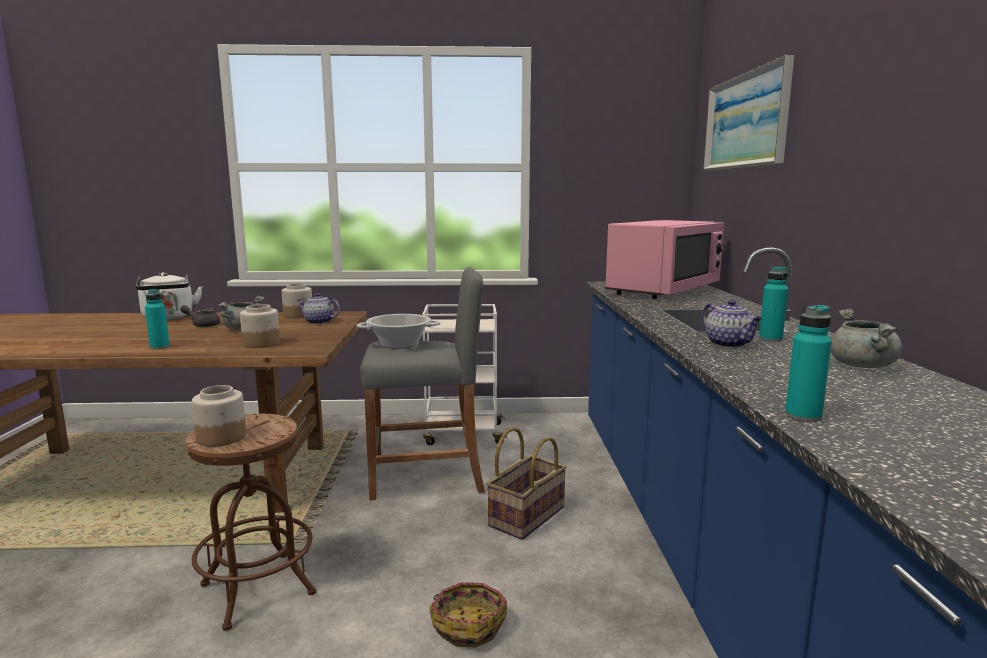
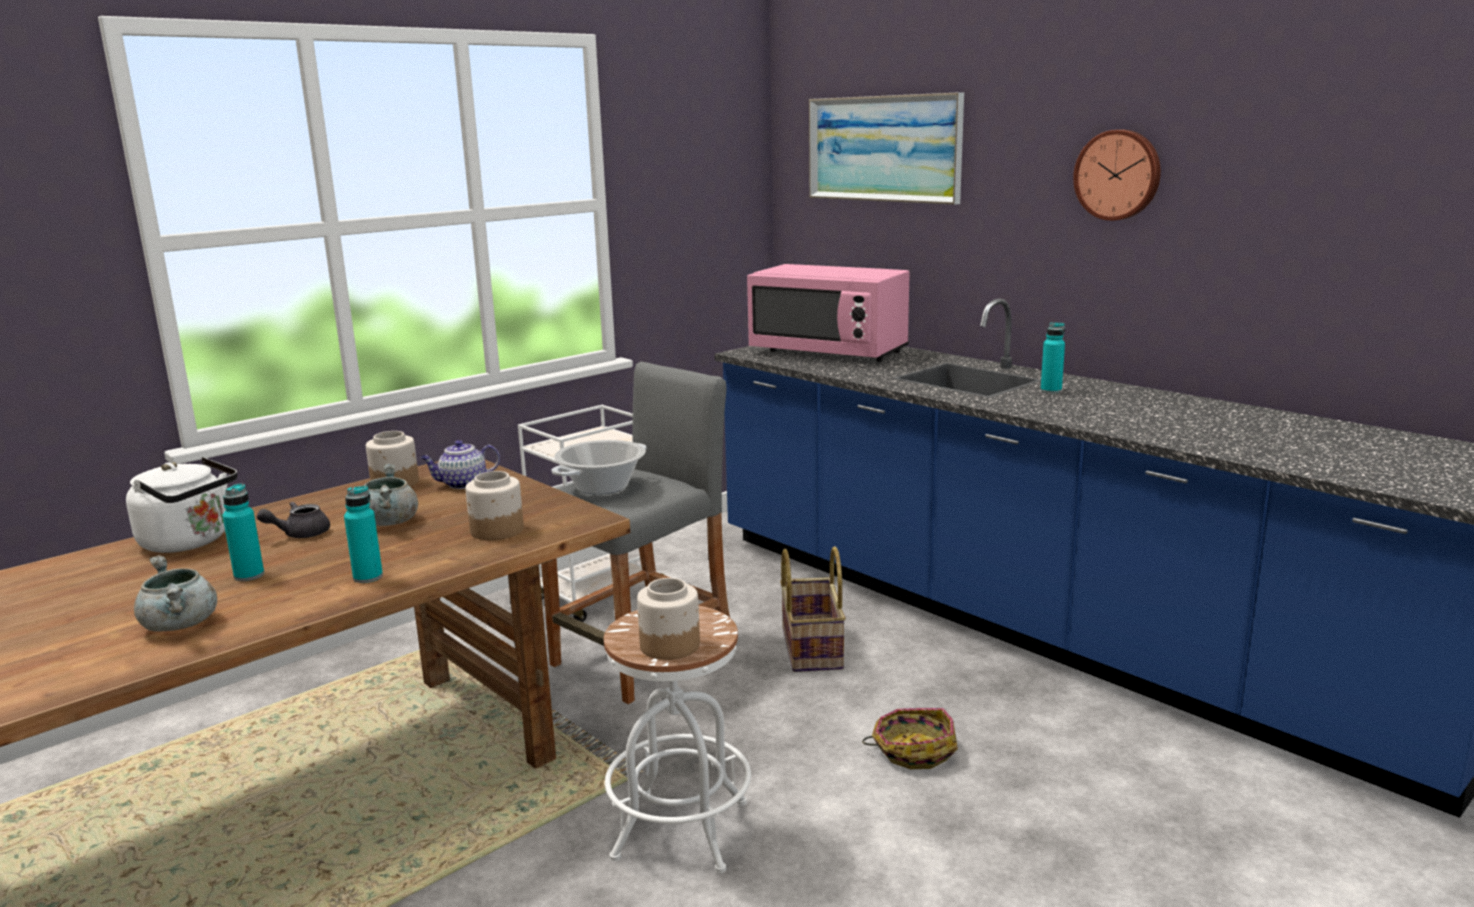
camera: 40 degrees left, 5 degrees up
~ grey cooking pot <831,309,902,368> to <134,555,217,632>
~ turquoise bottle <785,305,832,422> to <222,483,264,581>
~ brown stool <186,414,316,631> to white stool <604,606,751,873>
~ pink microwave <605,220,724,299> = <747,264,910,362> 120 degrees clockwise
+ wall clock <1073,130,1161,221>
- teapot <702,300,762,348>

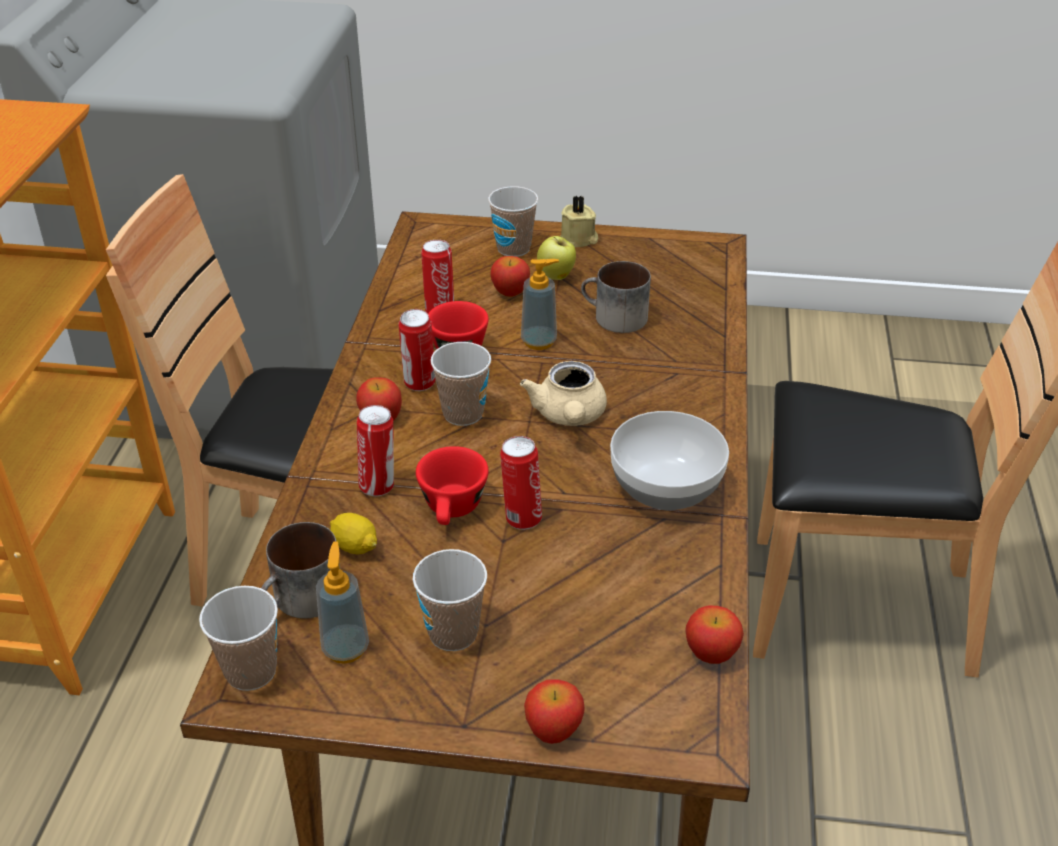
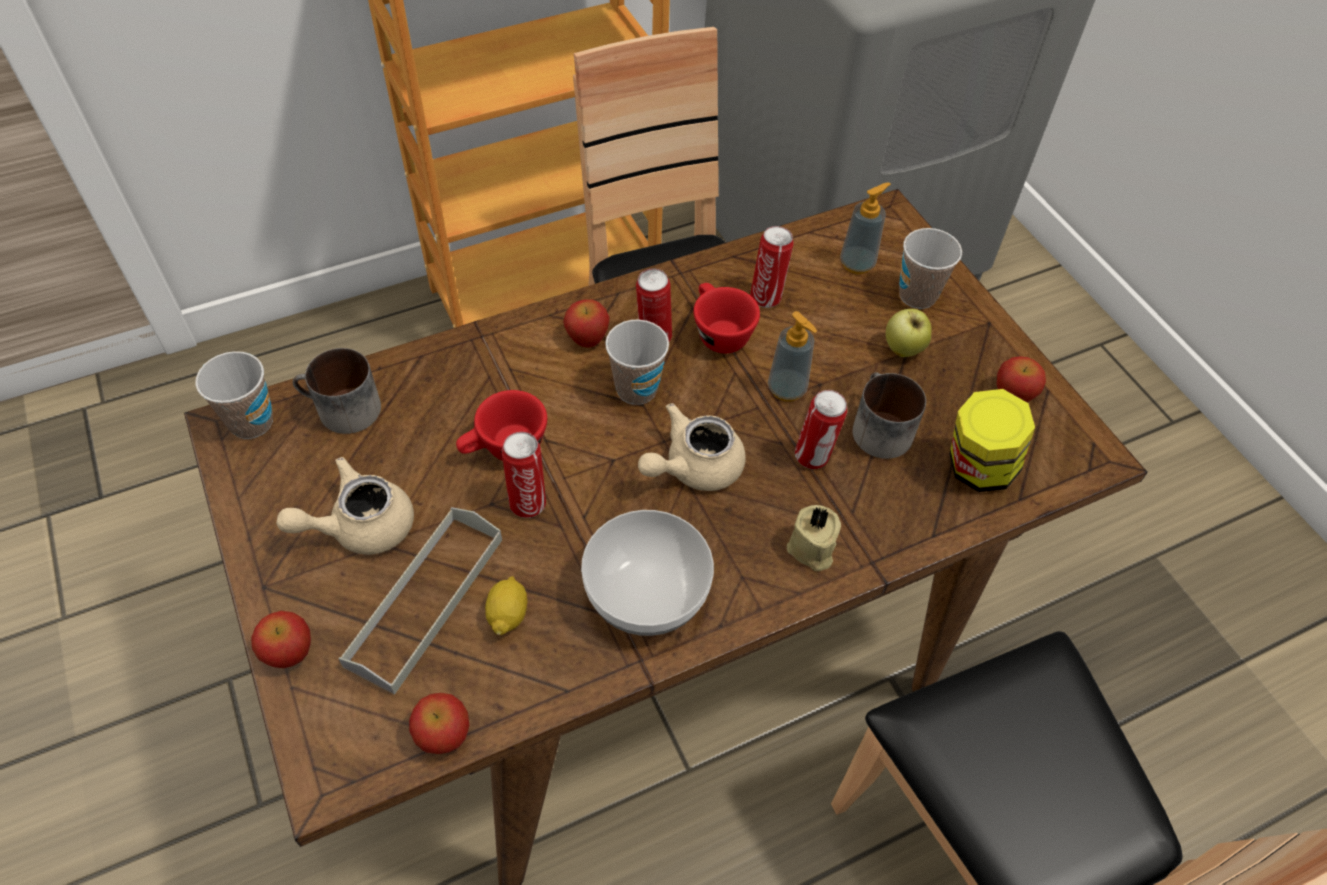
camera: 55 degrees right, 15 degrees up
~ cup <413,549,487,651> to beige teapot <276,457,414,555>
+ grey tray <338,507,502,695>
~ lemon <330,513,377,555> to <485,576,528,635>
~ beige candle <560,195,598,247> to <787,505,841,571>
~ can <357,405,394,496> to <795,390,847,469>
~ soap dispenser <316,542,369,664> to <840,182,891,274>
+ jar <950,389,1035,492>
~ apple <491,256,530,297> to <997,356,1046,402>

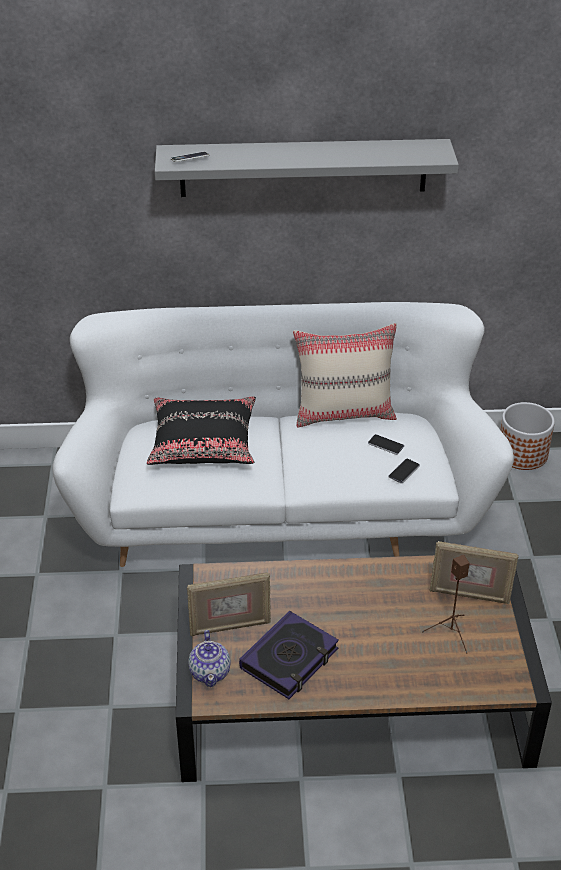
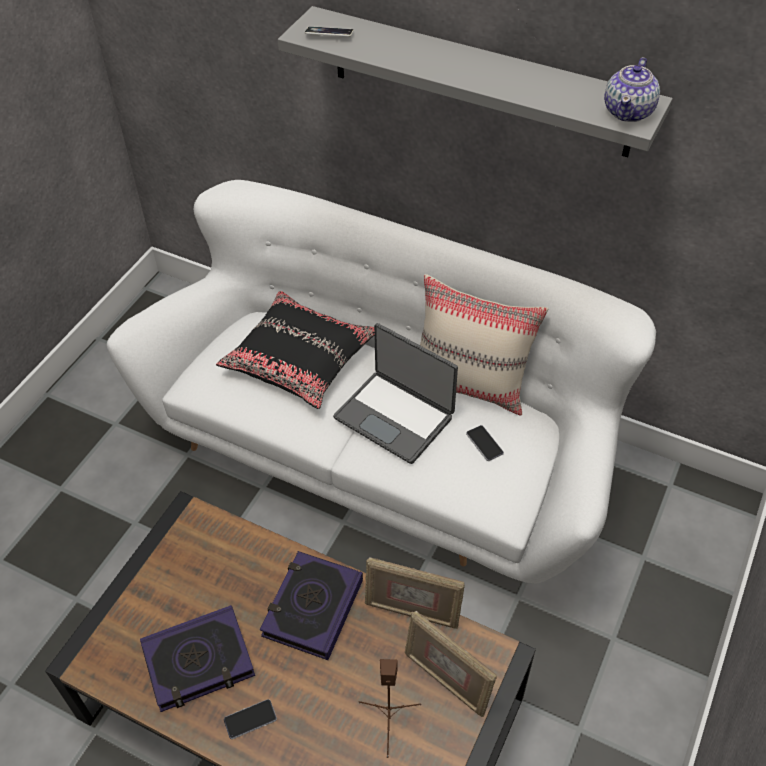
camera: 30 degrees right, 10 degrees up
~ phone <388,459,420,483> to <224,699,277,739>
+ book <260,551,363,660>
+ laptop <333,323,458,464>
~ picture frame <187,573,271,636> to <365,557,465,629>
~ teapot <188,630,231,687> to <604,57,660,122>
- planter <500,402,555,470>

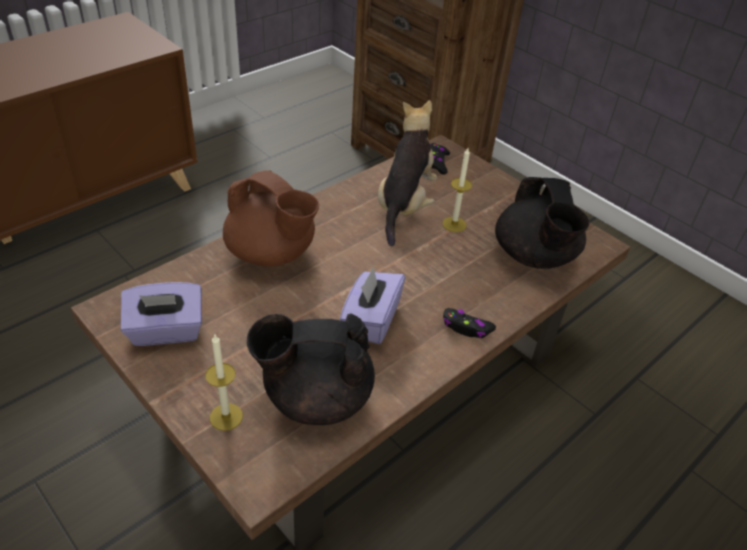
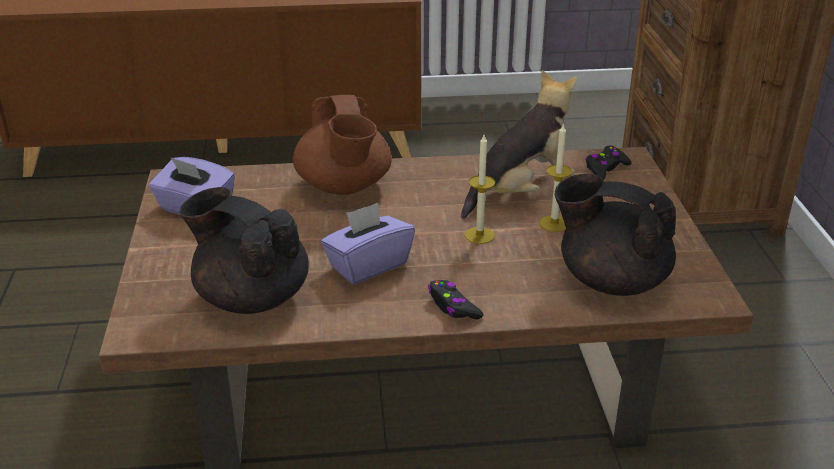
camera: 40 degrees right, 10 degrees down
~ candle <205,335,243,431> to <465,135,495,244>
~ black teapot <495,177,589,269> = <554,174,676,296> 90 degrees clockwise

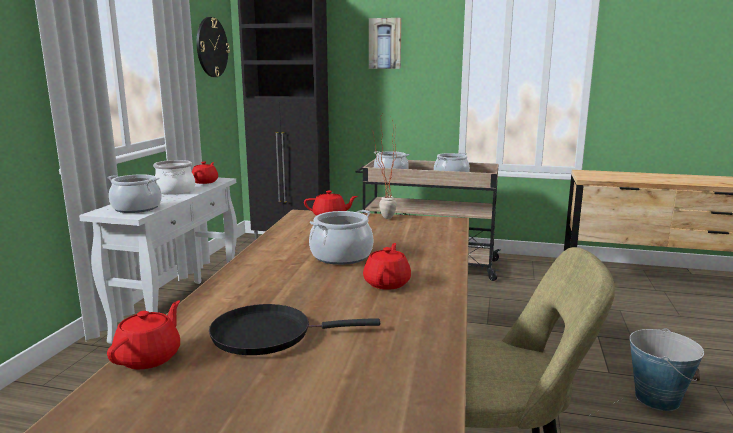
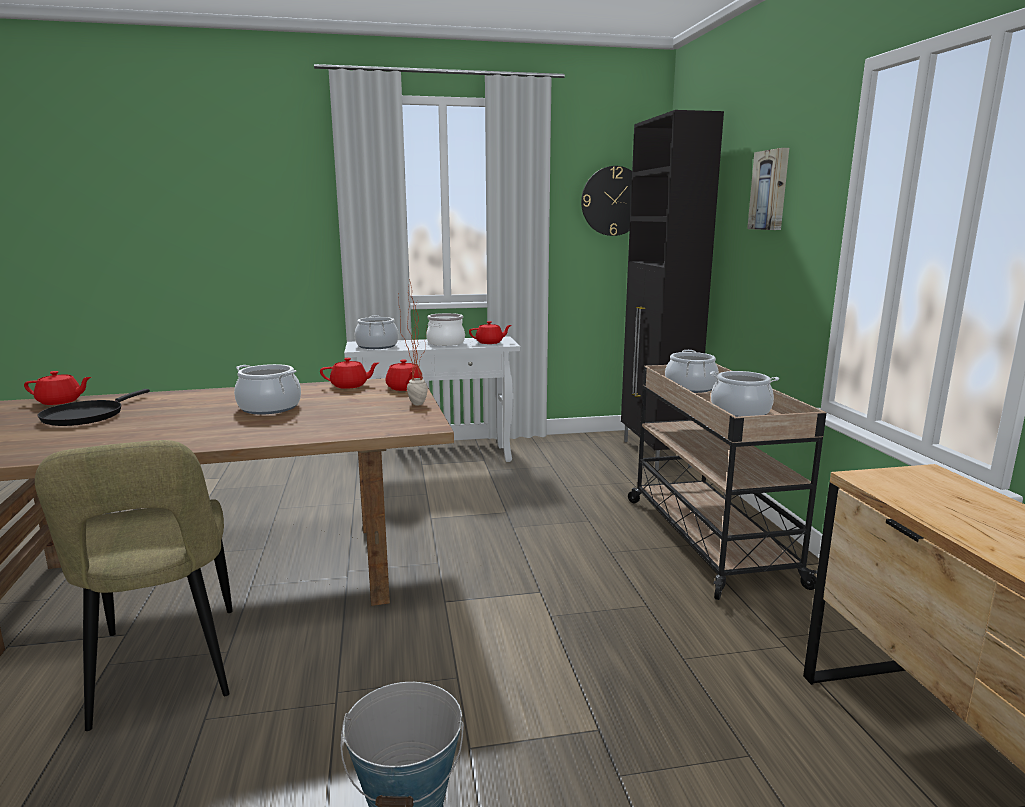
camera: 65 degrees right, 0 degrees up
~ black frying pan <209,304,380,355> = <37,389,150,426> 135 degrees counterclockwise
~ red teapot <363,243,411,290> to <320,358,379,389>

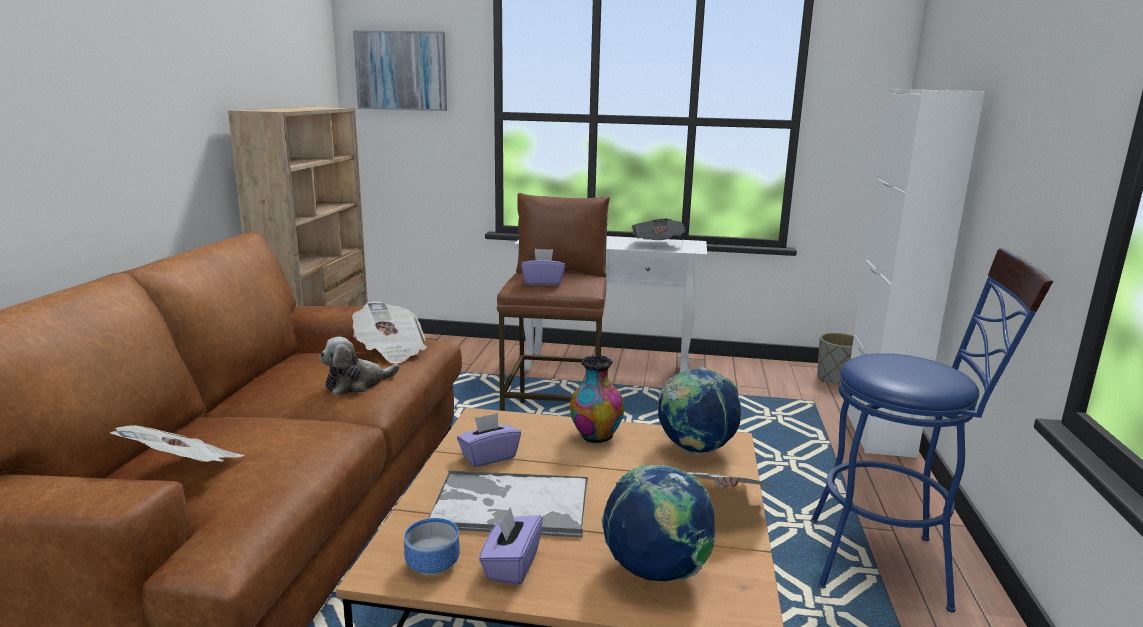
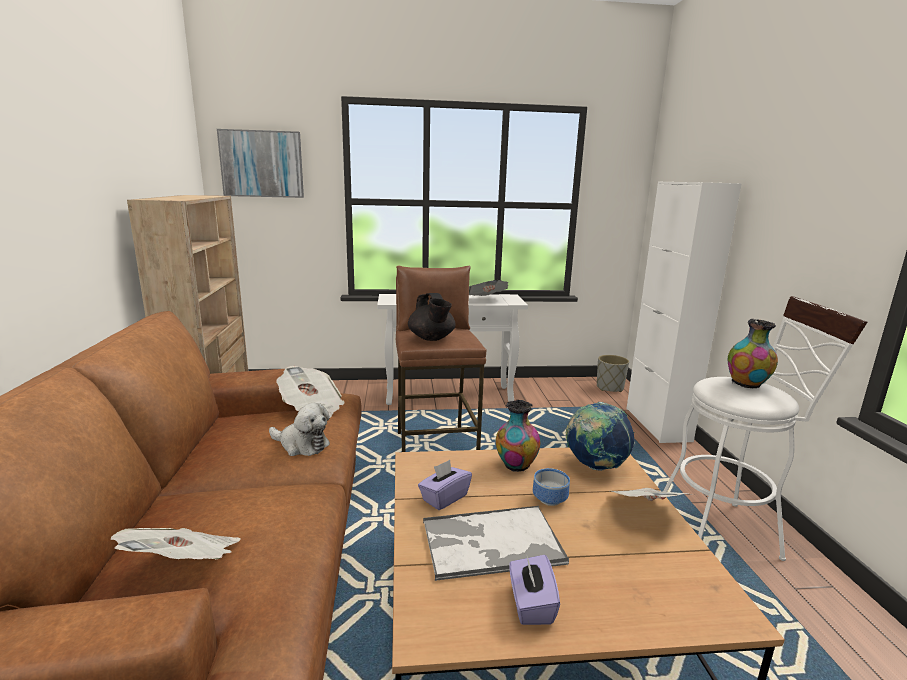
camera: 15 degrees left, 0 degrees up
~ plush toy <319,337,399,395> = <269,403,330,456> 105 degrees counterclockwise
~ purple tissue box <521,249,565,285> to black teapot <408,293,455,341>
~ bowl <404,518,460,576> to <533,468,570,506>
~ blue stool <811,248,1053,613> to white stool <663,296,867,561>
+ vase <728,319,778,388>
- globe <602,465,715,581>

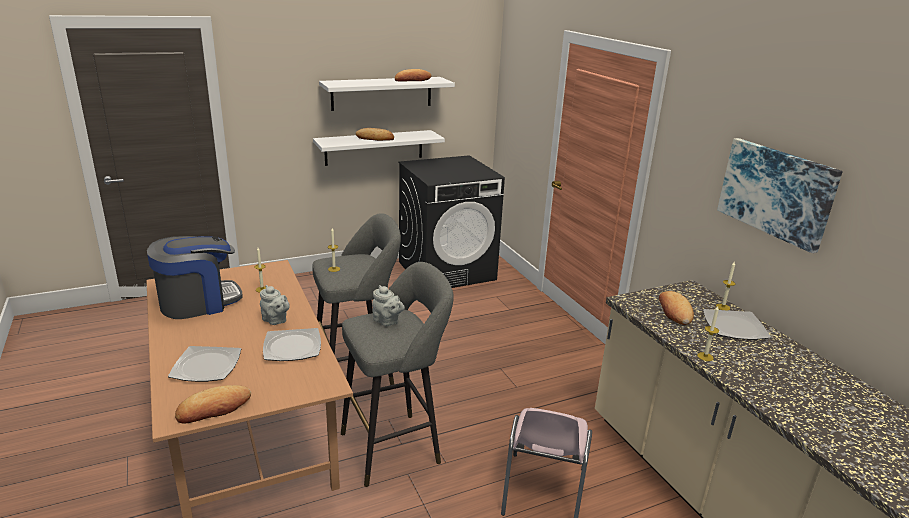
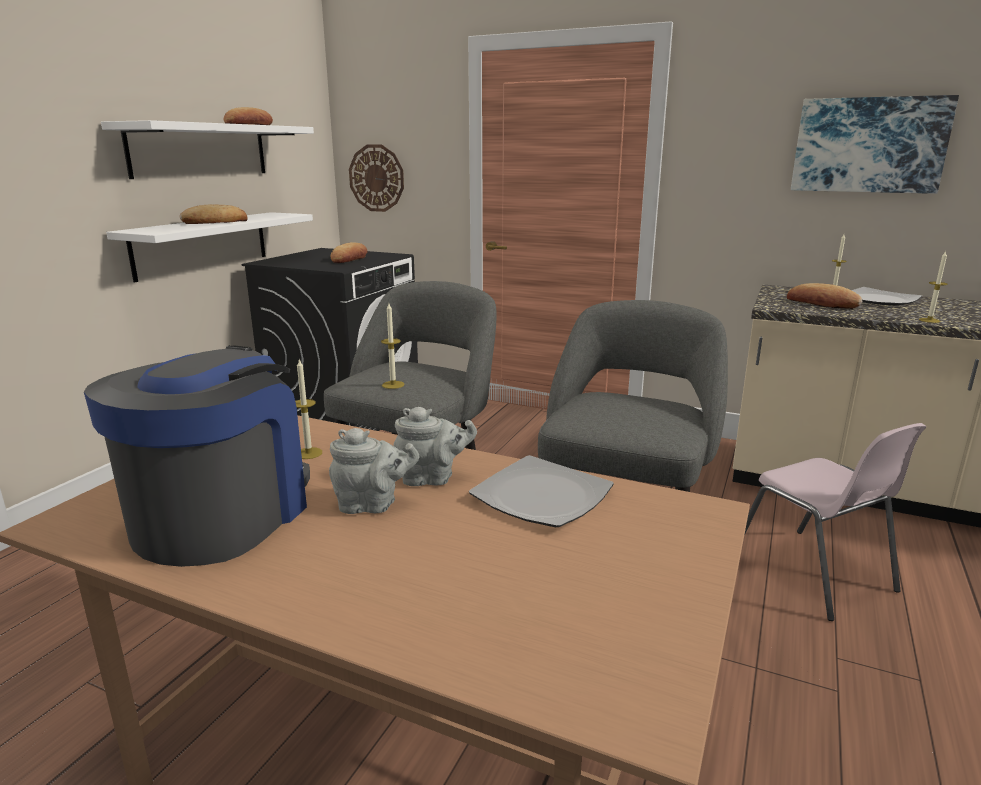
camera: 40 degrees left, 5 degrees down
~ grey teapot <372,285,405,326> to <329,428,419,514>
~ bread <175,385,251,424> to <330,242,367,263>
+ wall clock <349,145,404,212>
- plate <168,346,241,382>

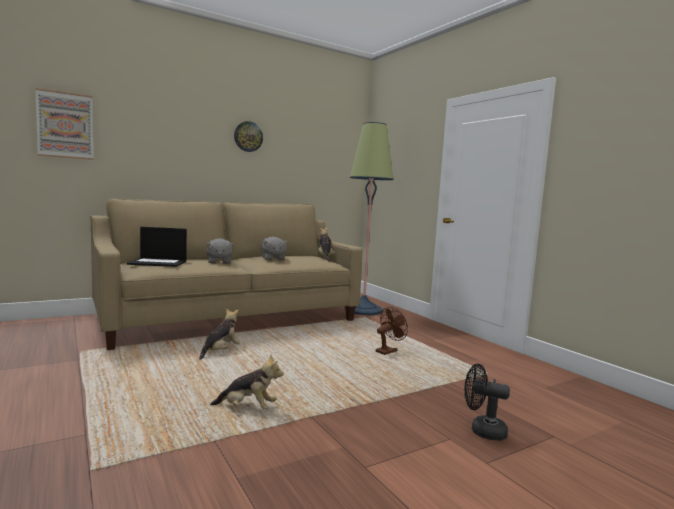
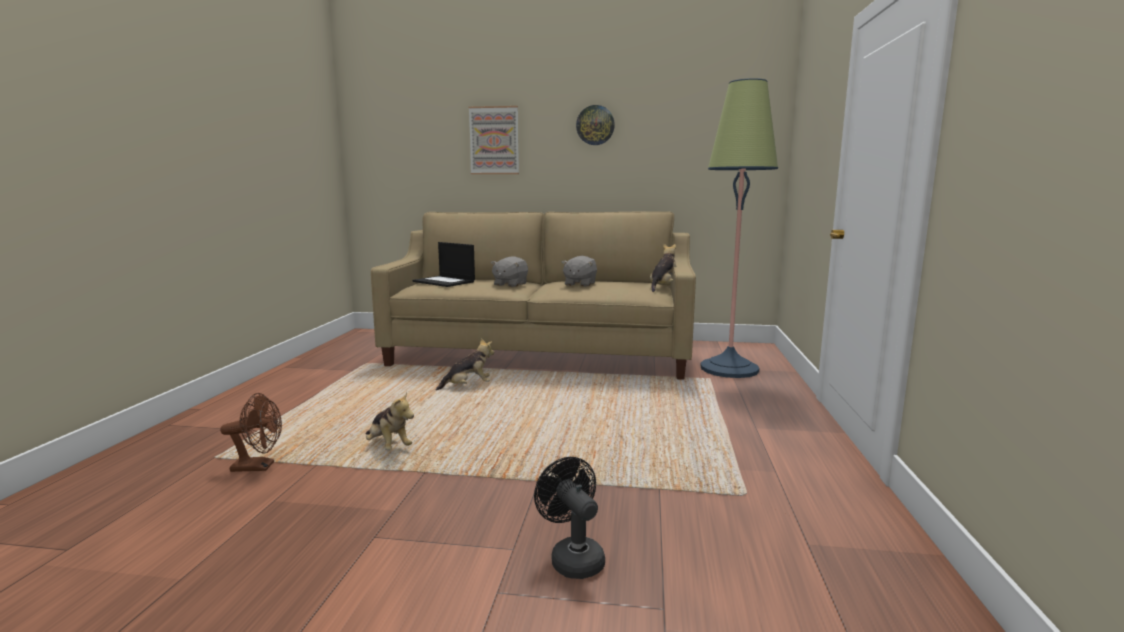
camera: 40 degrees right, 5 degrees up
~ brown fan <376,307,408,355> to <220,393,282,472>
~ picture <35,88,94,160> to <469,106,519,174>

